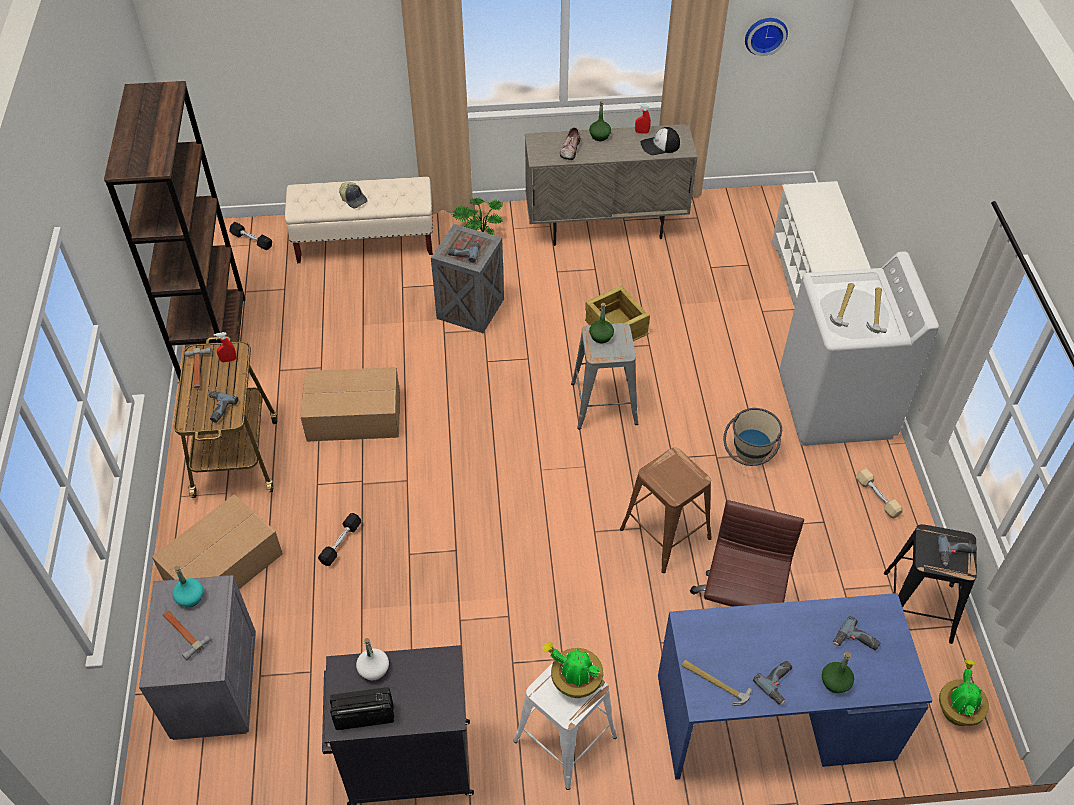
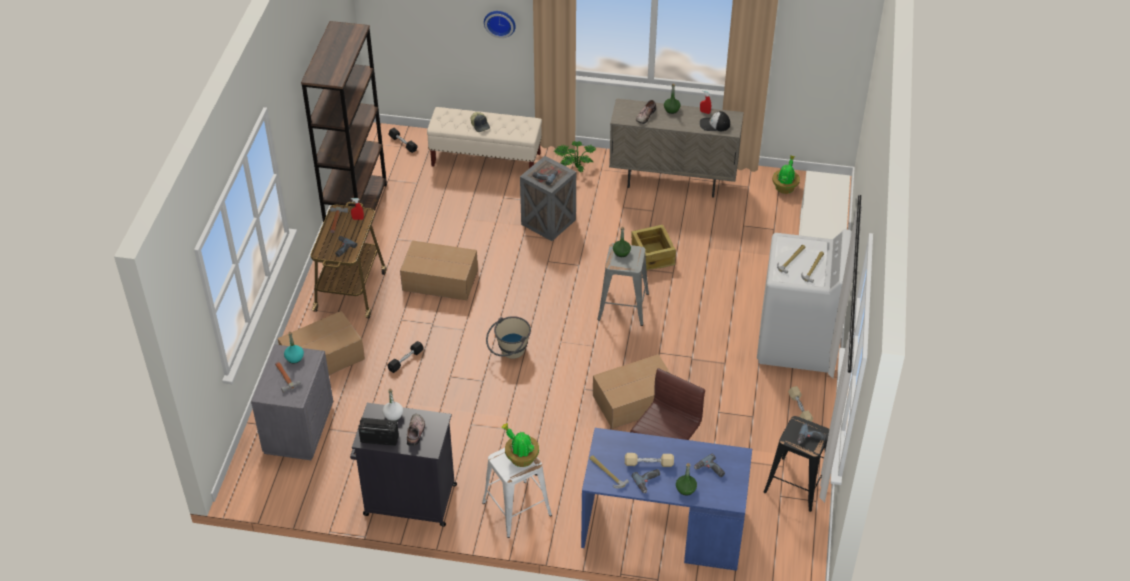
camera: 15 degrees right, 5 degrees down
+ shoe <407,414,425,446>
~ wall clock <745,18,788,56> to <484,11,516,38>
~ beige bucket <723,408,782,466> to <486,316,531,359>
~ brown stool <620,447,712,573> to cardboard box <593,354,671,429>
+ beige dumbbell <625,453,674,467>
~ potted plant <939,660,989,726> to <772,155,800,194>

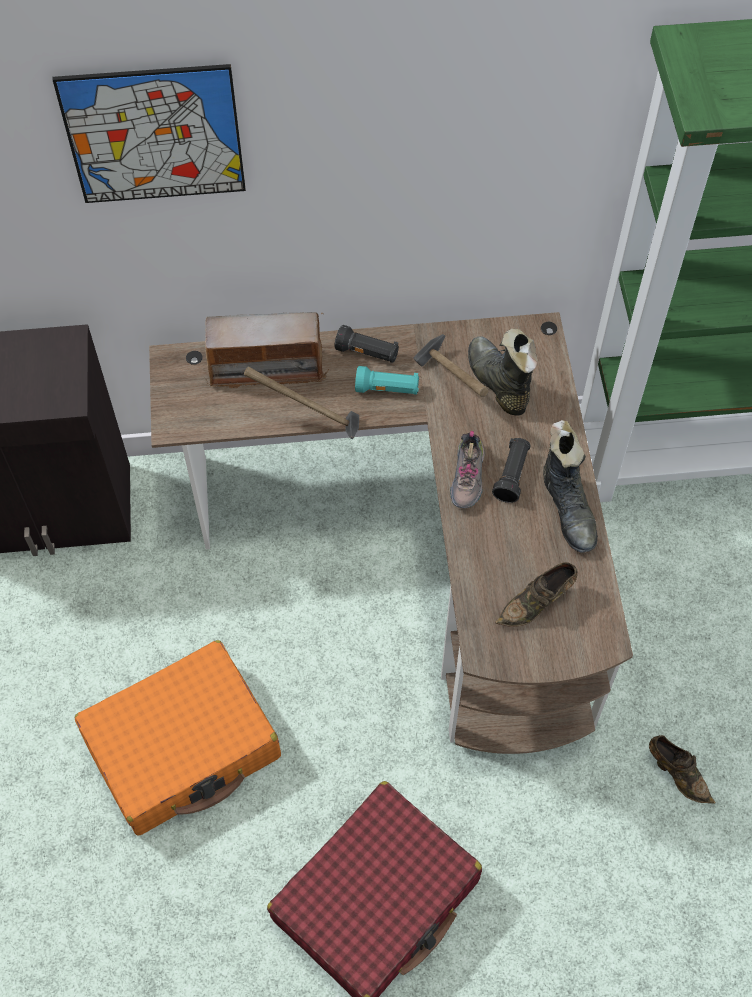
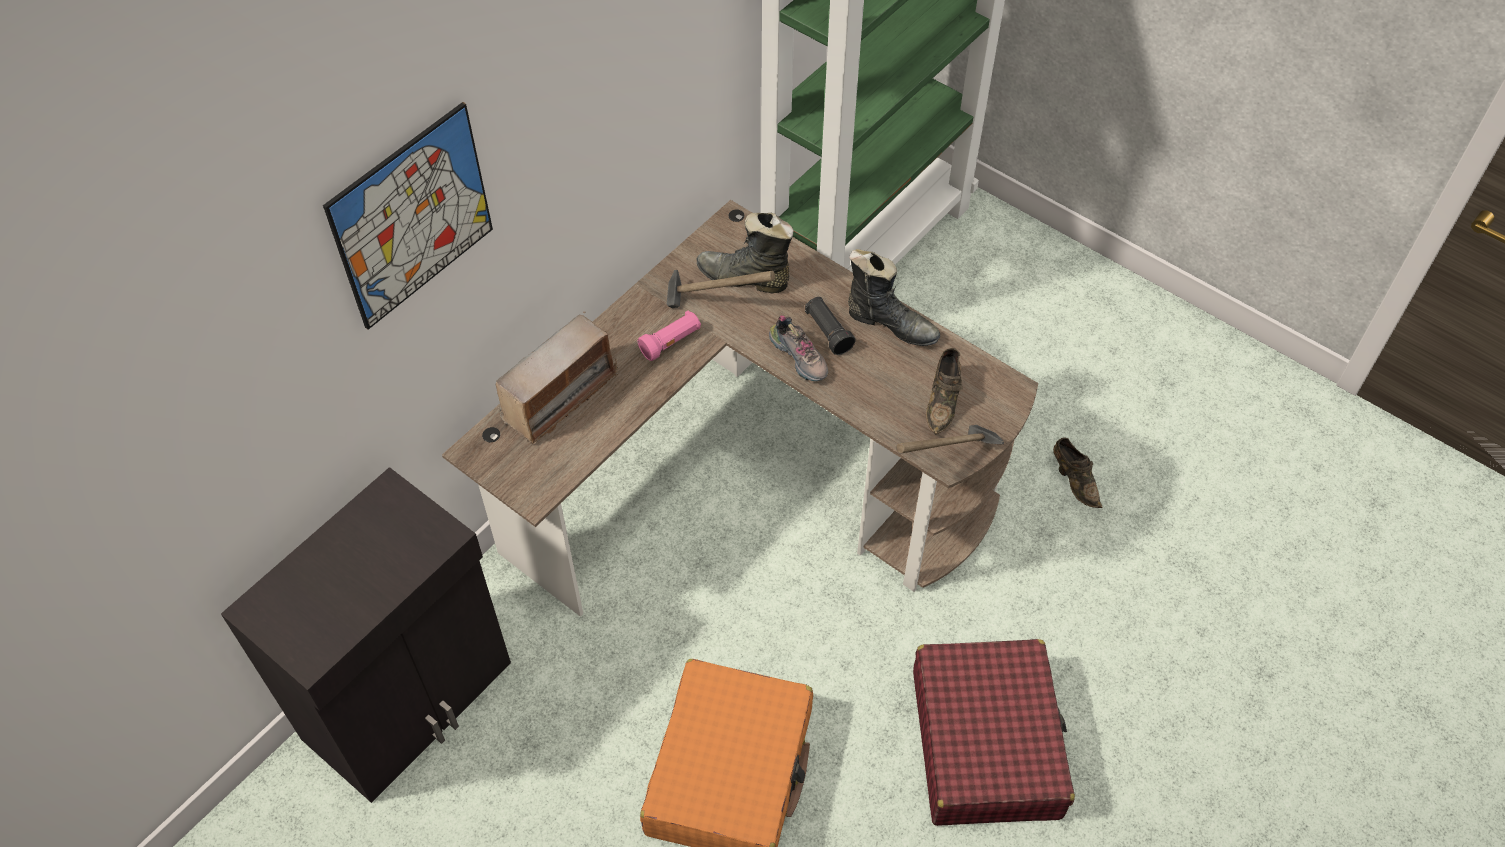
camera: 45 degrees left, 5 degrees down
~ turquoise flashlight <355,366,419,395> to pink flashlight <638,311,701,361>
~ hammer <244,367,359,439> to <896,425,1004,454>
~ brown shoe <649,735,716,804> = <1053,438,1102,508> 60 degrees clockwise
- black flashlight <334,325,399,363>

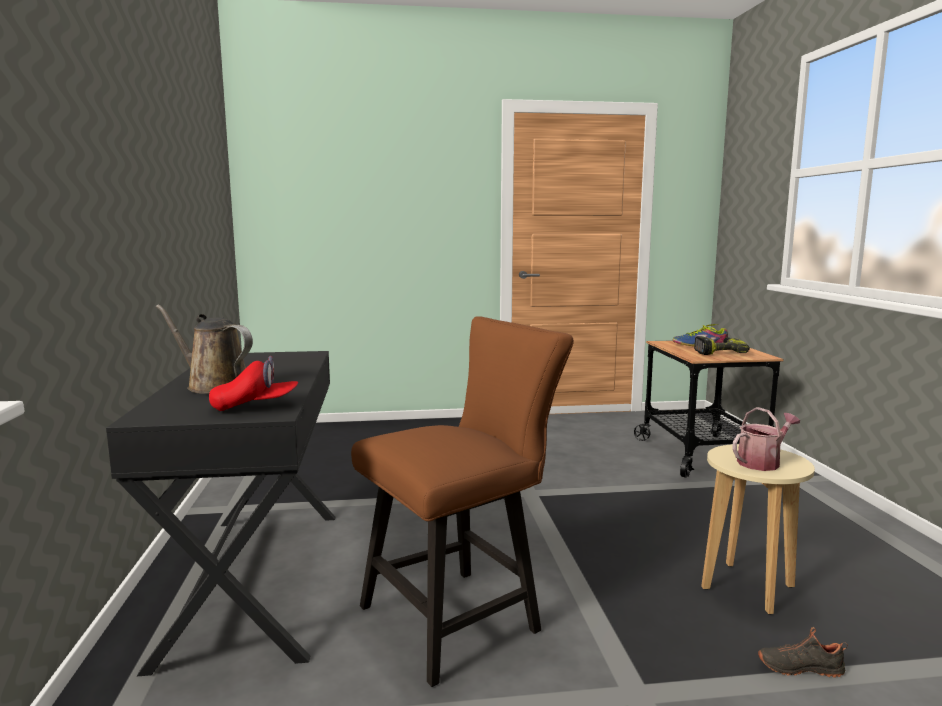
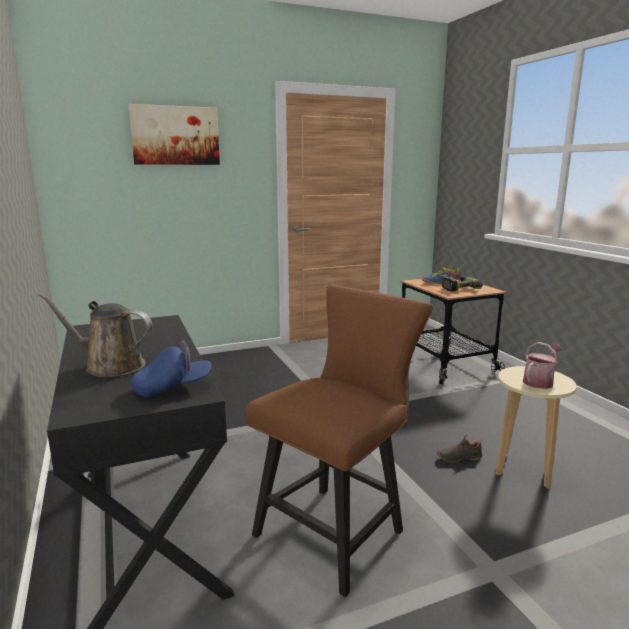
camera: 15 degrees left, 5 degrees up
+ picture <128,104,220,165>
~ red cap <209,356,298,411> to blue cap <131,341,212,397>
~ black shoe <758,627,848,678> to <437,434,483,463>

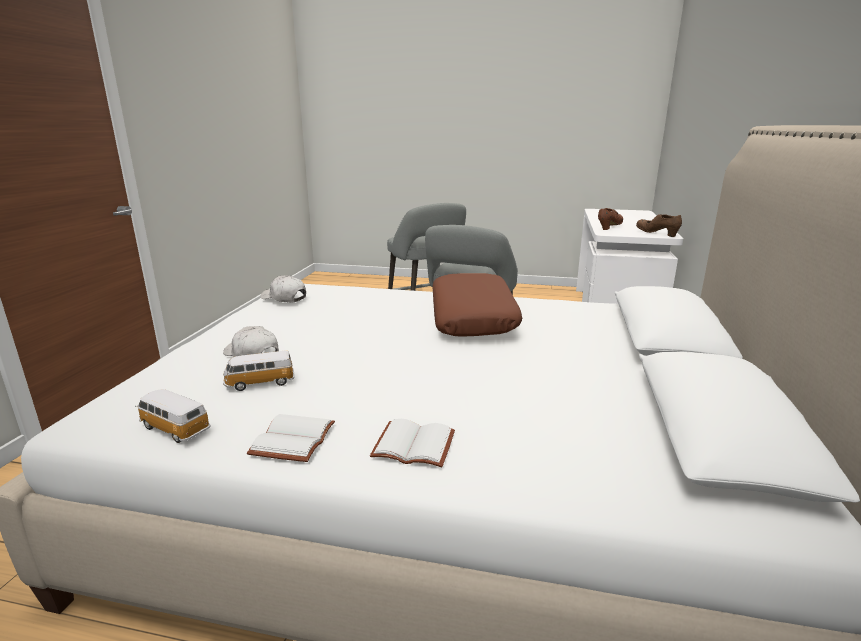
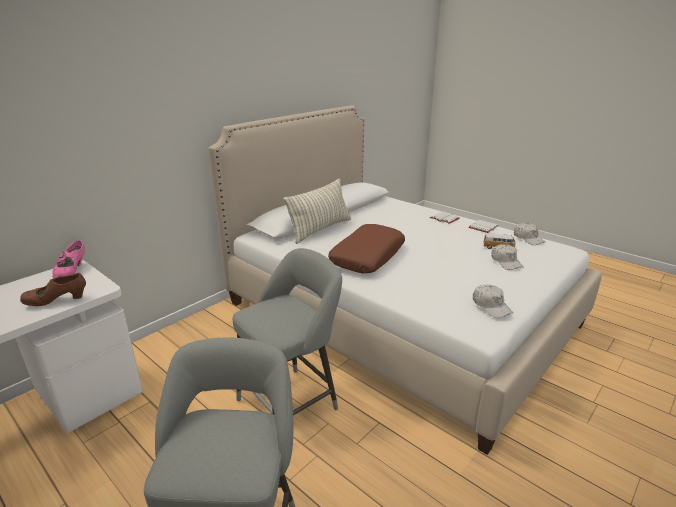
camera: 150 degrees left, 5 degrees up
~ brown shoe <636,214,682,237> to pink shoe <52,240,85,278>
+ pillow <283,178,351,244>
~ toy car <135,389,211,443> to white cap <514,223,545,245>

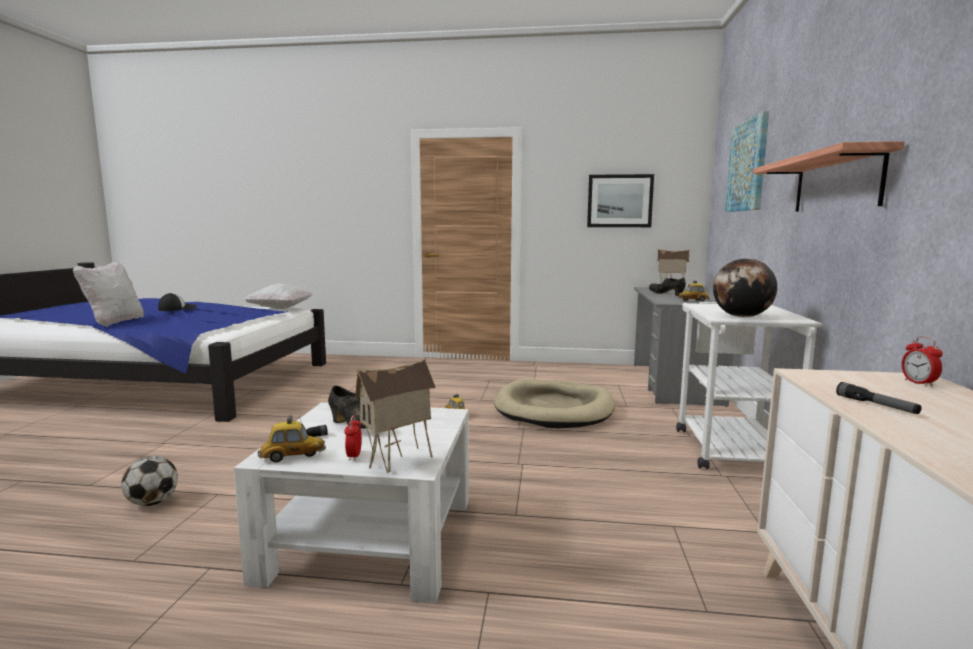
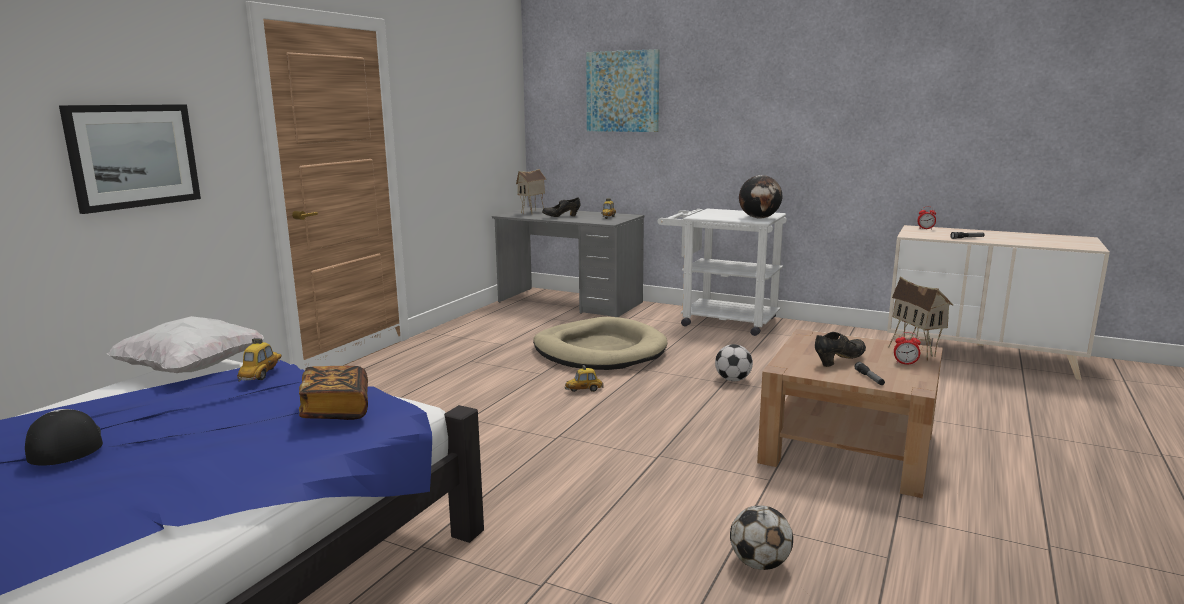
camera: 70 degrees left, 5 degrees up
~ picture <587,174,654,227> to <59,104,201,214>
~ toy car <258,416,326,463> to <237,338,282,382>
+ book <299,366,368,420>
+ football <715,344,753,381>
~ white coffee table <234,403,469,603> to brown coffee table <757,329,943,498>
- white pillow <73,262,144,327>
- shelf <753,141,904,212>

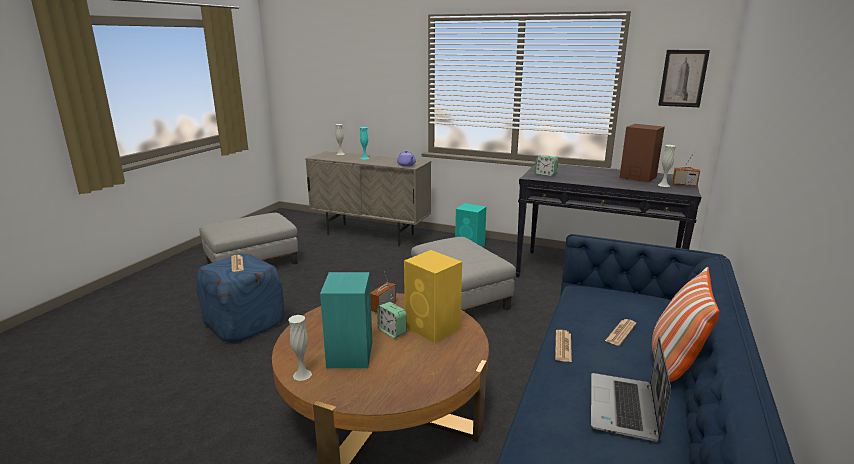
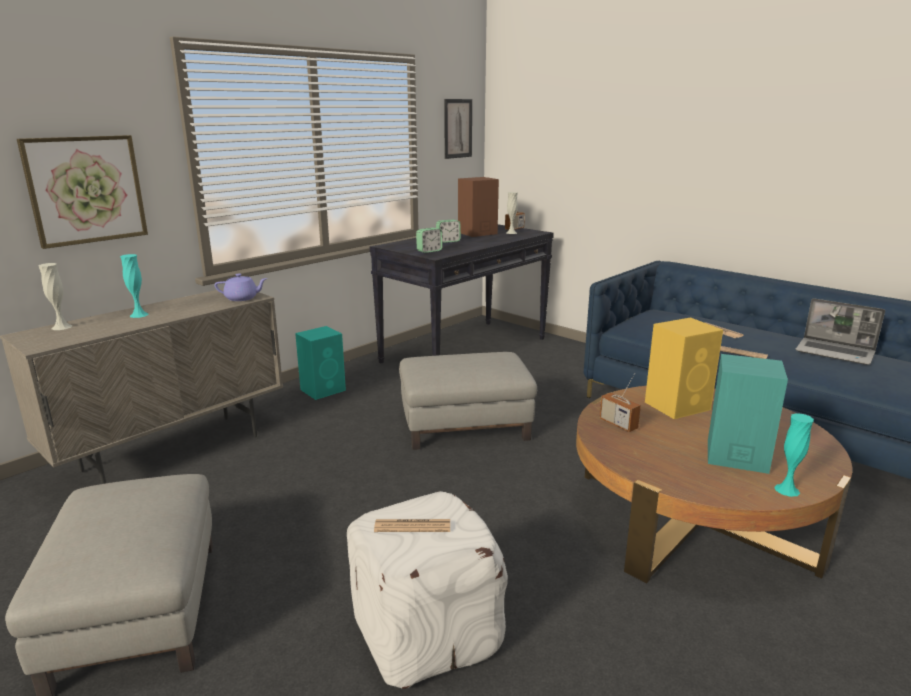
camera: 70 degrees left, 0 degrees up
+ picture <17,135,148,249>
~ blue ottoman <196,254,284,342> to white ottoman <347,491,508,689>
~ alarm clock <377,302,407,338> to <436,220,461,243>
~ white vase <288,315,312,381> to turquoise vase <774,413,814,497>
- pillow <652,267,719,382>

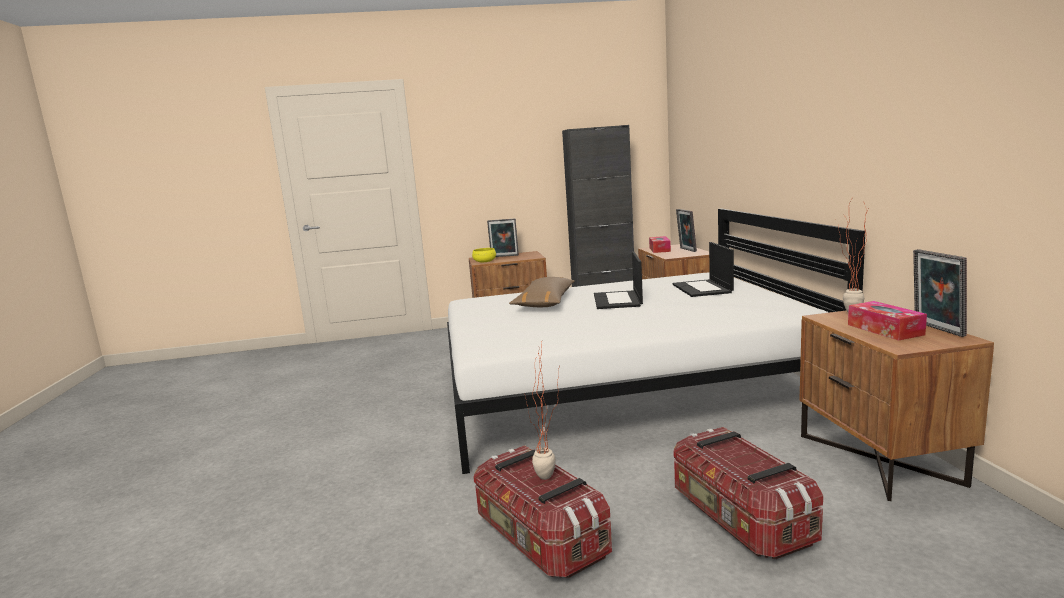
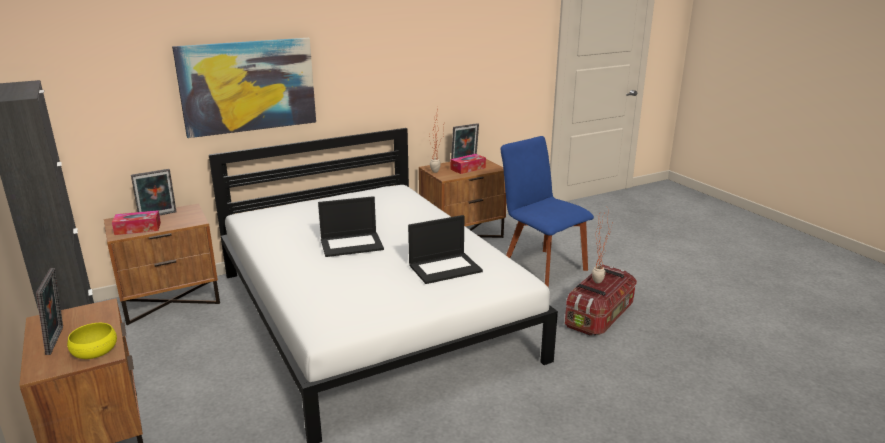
camera: 110 degrees left, 10 degrees up
+ picture <172,38,316,138>
~ laptop <673,242,734,297> to <408,215,483,284>
~ storage box <673,427,823,559> to blue chair <501,136,594,288>
- brown pillow <509,277,575,307>

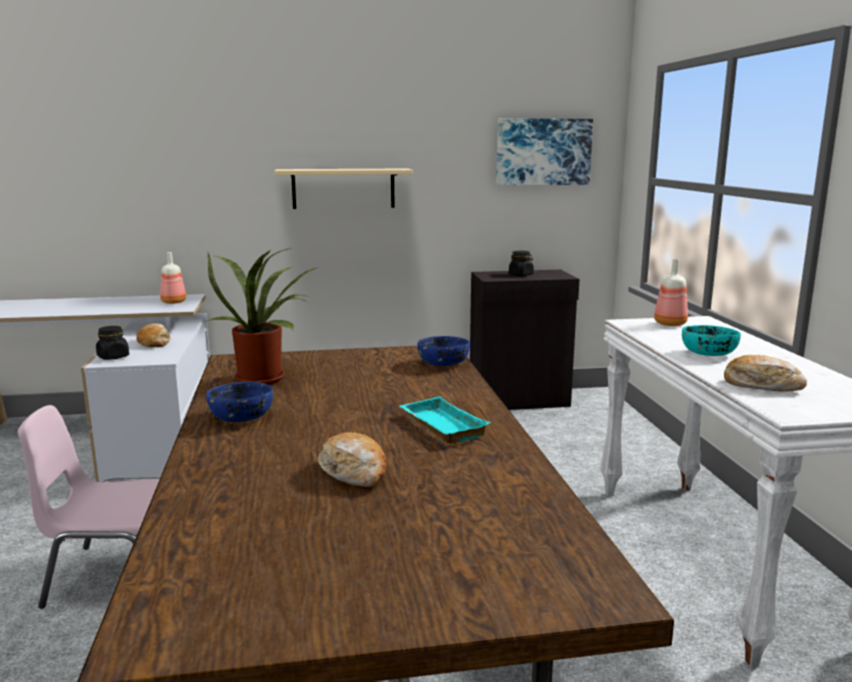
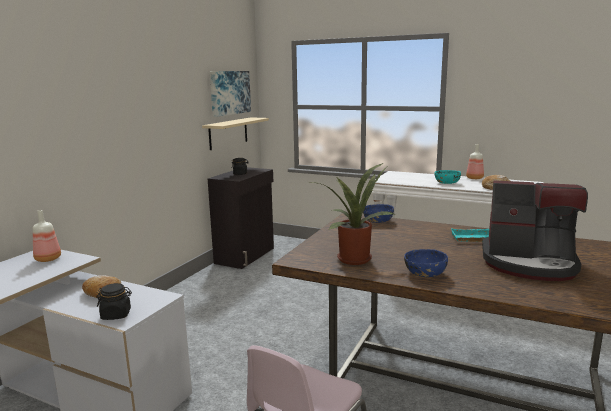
camera: 55 degrees left, 0 degrees up
~ beige shelf <274,168,413,209> to <202,117,269,150>
~ bottle <654,259,688,326> to <466,144,484,179>
~ bread <318,432,387,487> to coffee machine <482,180,588,281>

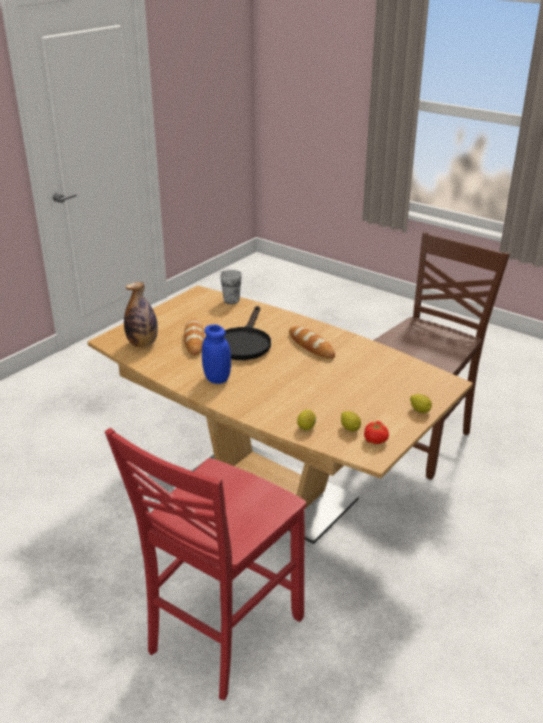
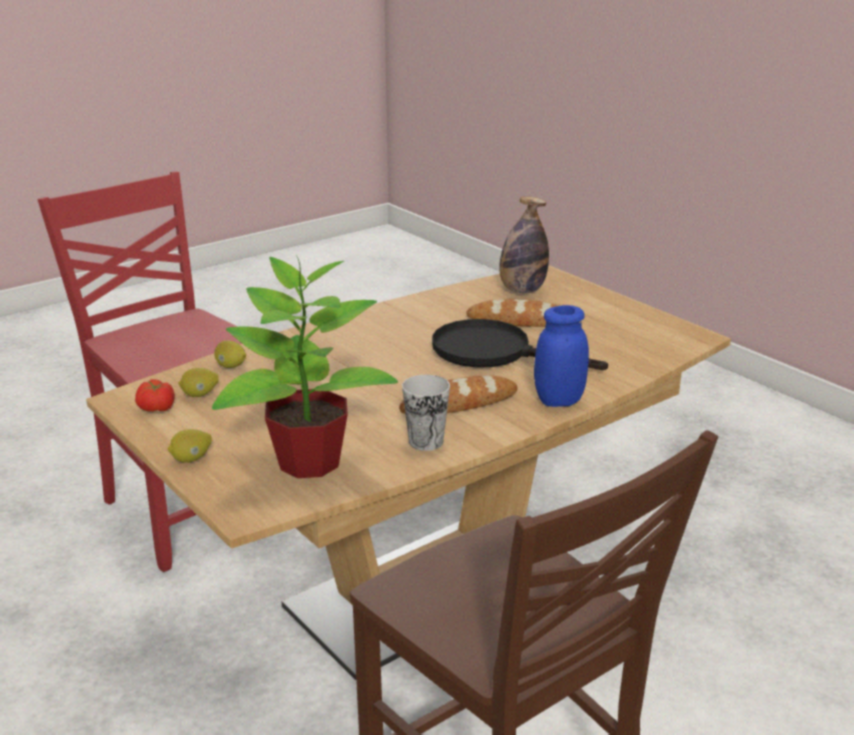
camera: 105 degrees right, 5 degrees down
+ potted plant <212,255,398,478>
~ cup <220,270,242,304> to <402,375,450,451>
~ blue jar <202,325,231,384> to <534,305,589,407>

